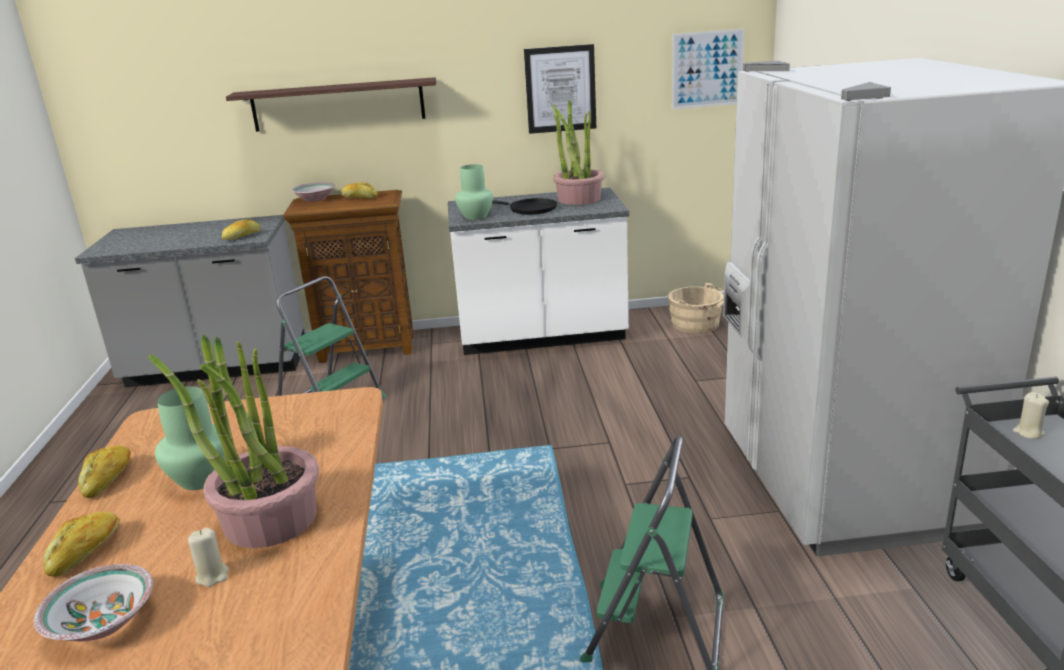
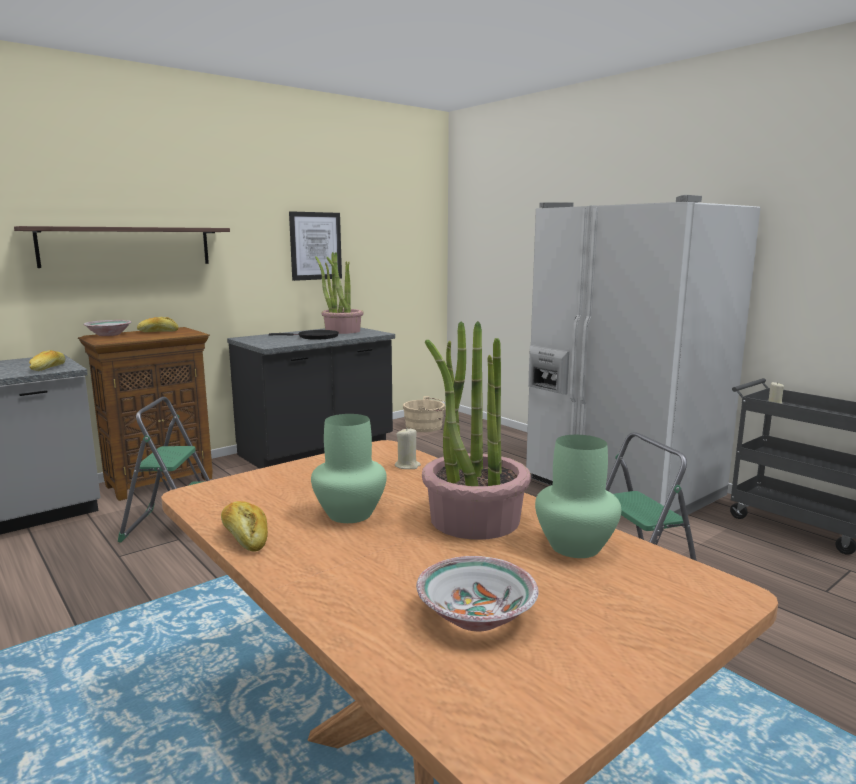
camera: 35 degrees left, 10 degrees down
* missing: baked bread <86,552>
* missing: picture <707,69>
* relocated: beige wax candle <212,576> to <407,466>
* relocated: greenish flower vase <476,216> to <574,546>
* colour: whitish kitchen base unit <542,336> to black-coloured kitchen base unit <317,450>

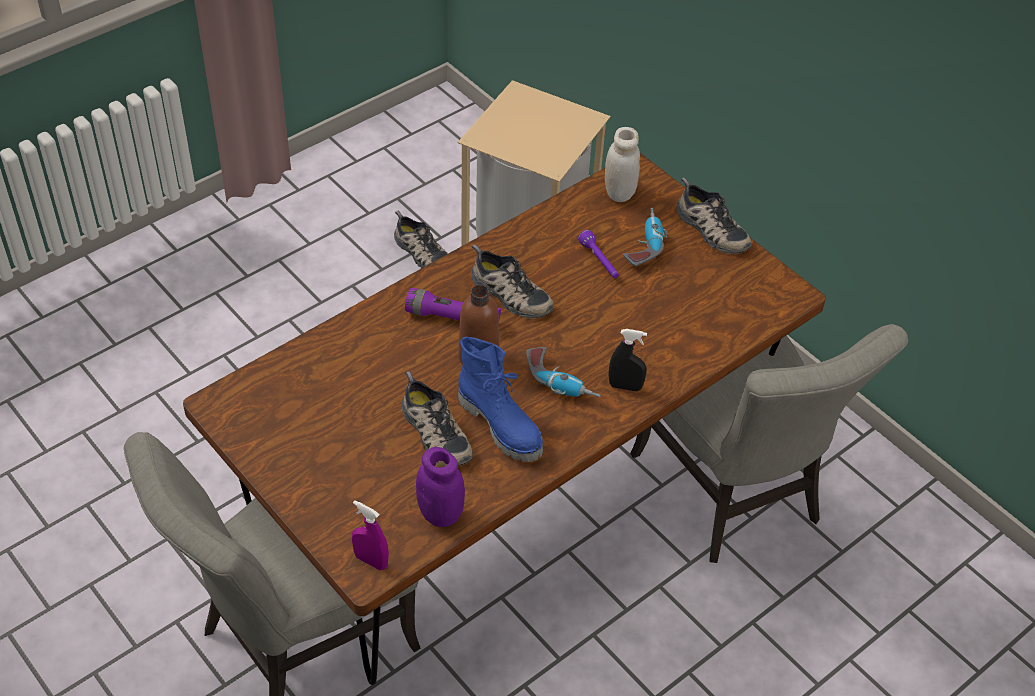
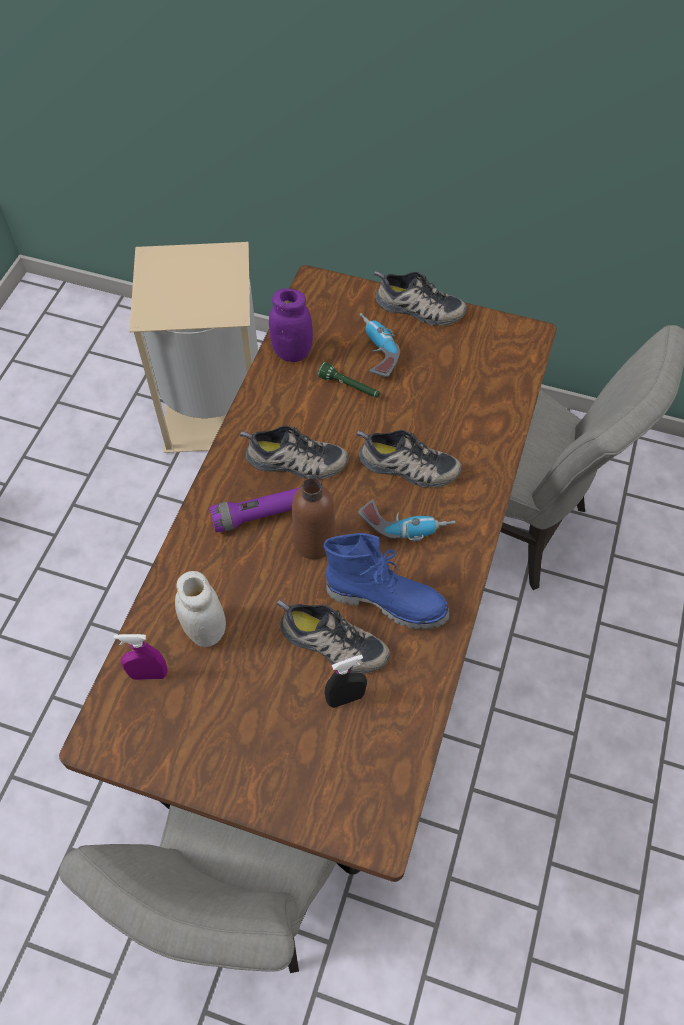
camera: 30 degrees left, 10 degrees up
* relocated: purple sprayer <371,561> to <148,674>
* relocated: low shoe <420,253> to <407,468>
* relocated: purple storage jar <440,514> to <292,352>
* relocated: whitish storage jar <619,193> to <205,630>
* relocated: black-coloured sprayer <625,386> to <345,698>
* colour: purple torch <599,261> to greenish torch <349,387>

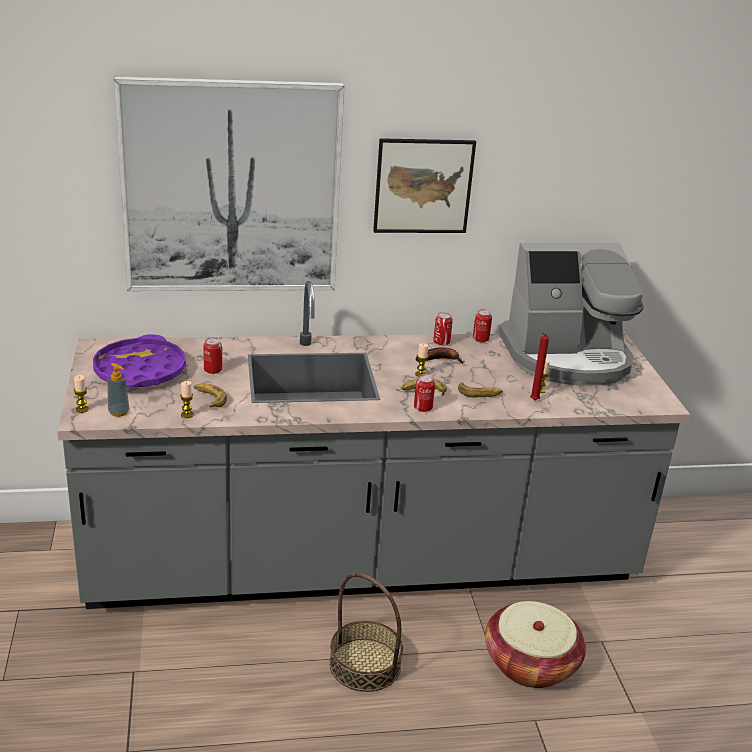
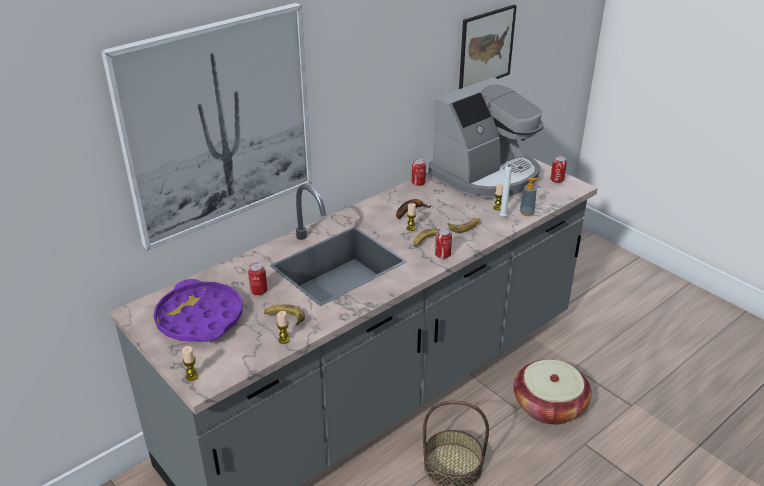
camera: 30 degrees left, 5 degrees up
* relocated: soap dispenser <119,412> to <527,213>
* relocated: picture <423,186> to <486,48>
* relocated: can <441,342> to <557,180>
* colour: red wax candle <533,401> to whitish wax candle <503,218>

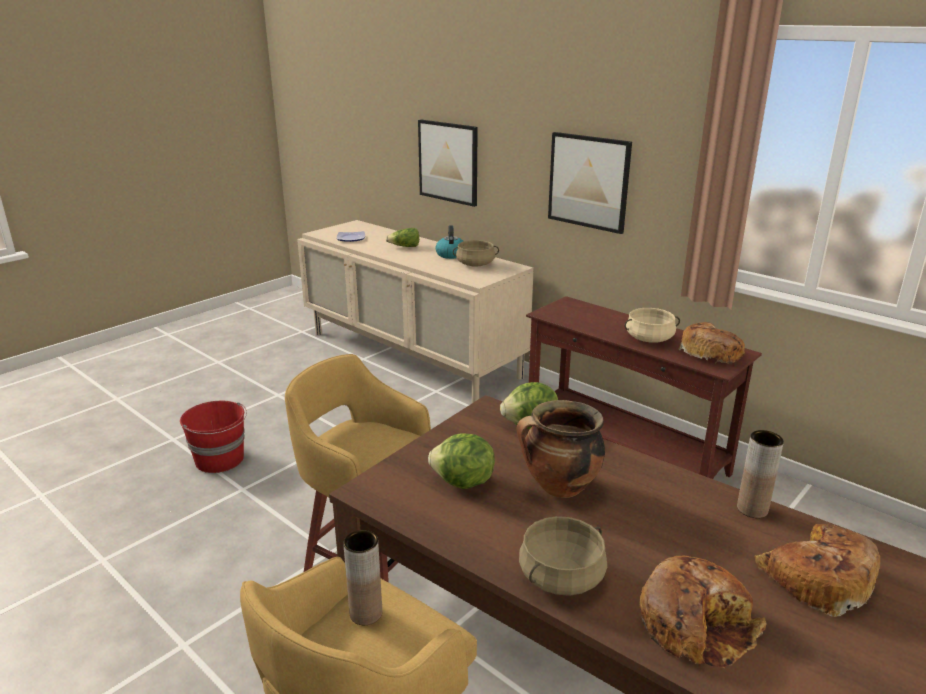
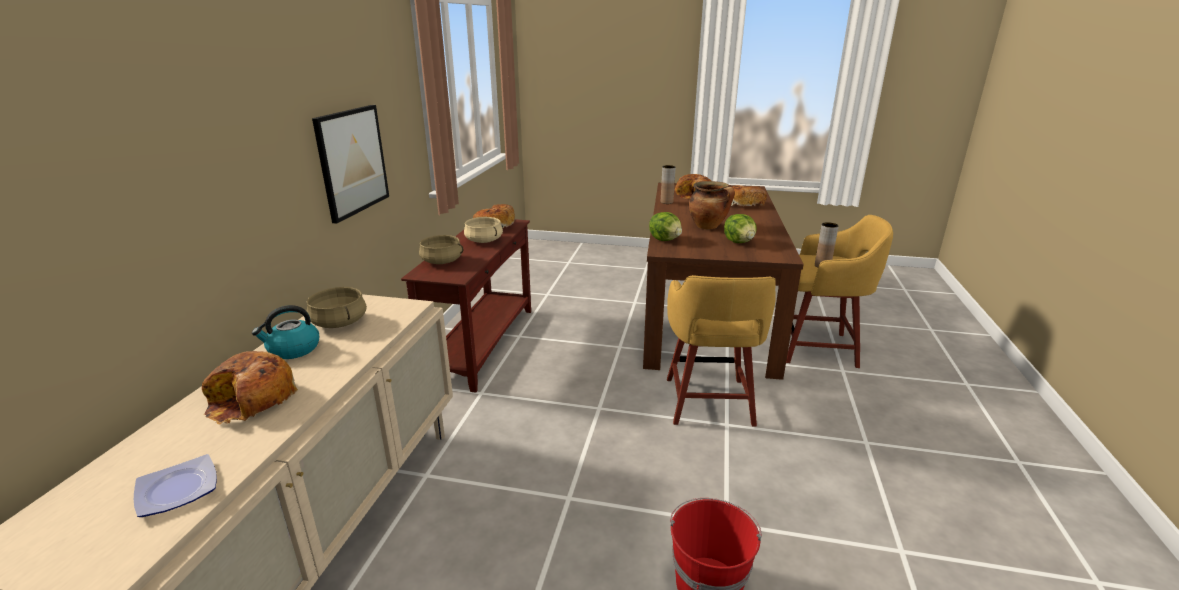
camera: 120 degrees left, 0 degrees up
* missing: picture <448,162>
* relocated: beige saucepot <561,577> to <442,261>
* exchanged: head of lettuce <404,247> to baked bread <251,400>

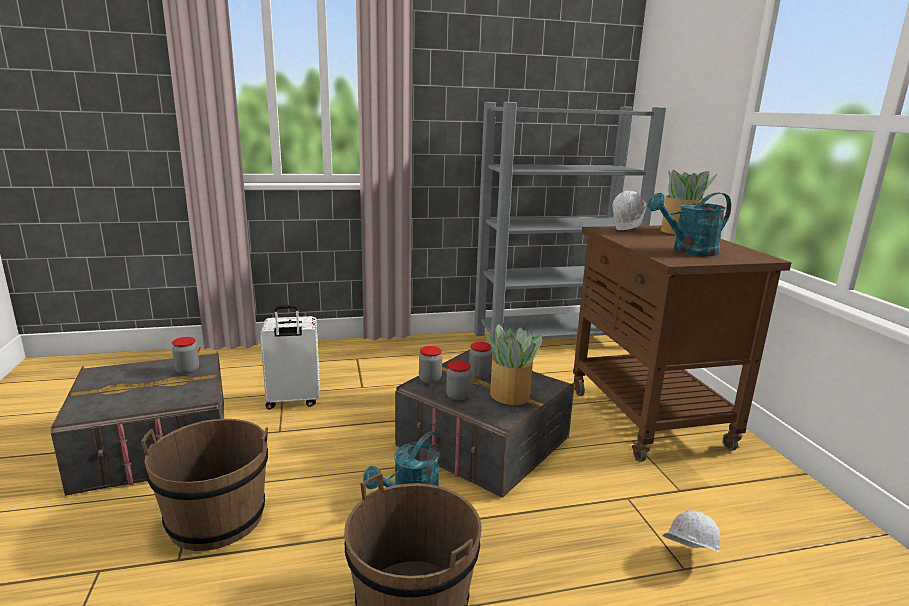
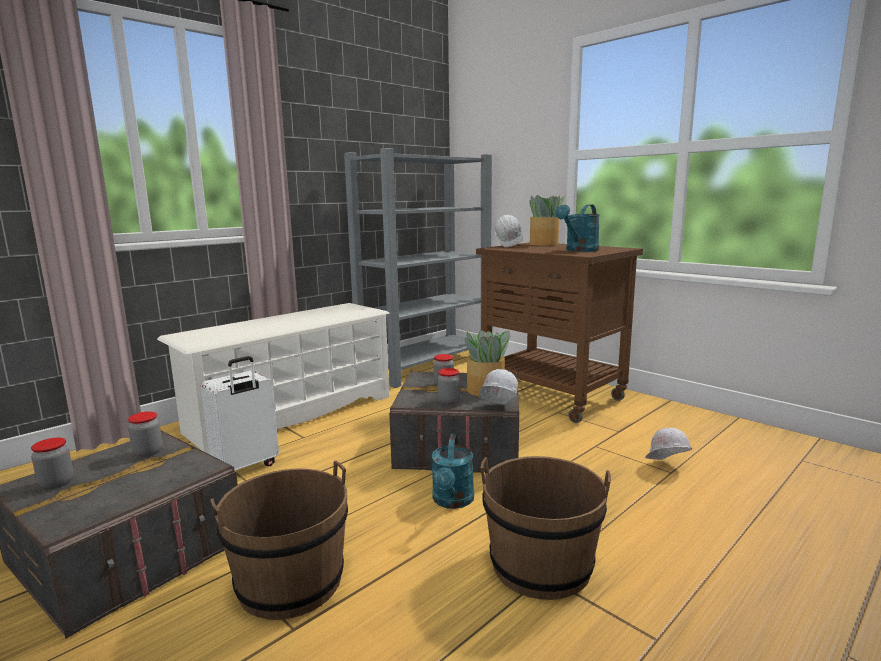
camera: 30 degrees left, 5 degrees down
* appeared: whitish shoe stand <291,414>
* appeared: whitish hard hat <497,409>
* relocated: storage jar <430,380> to <56,483>

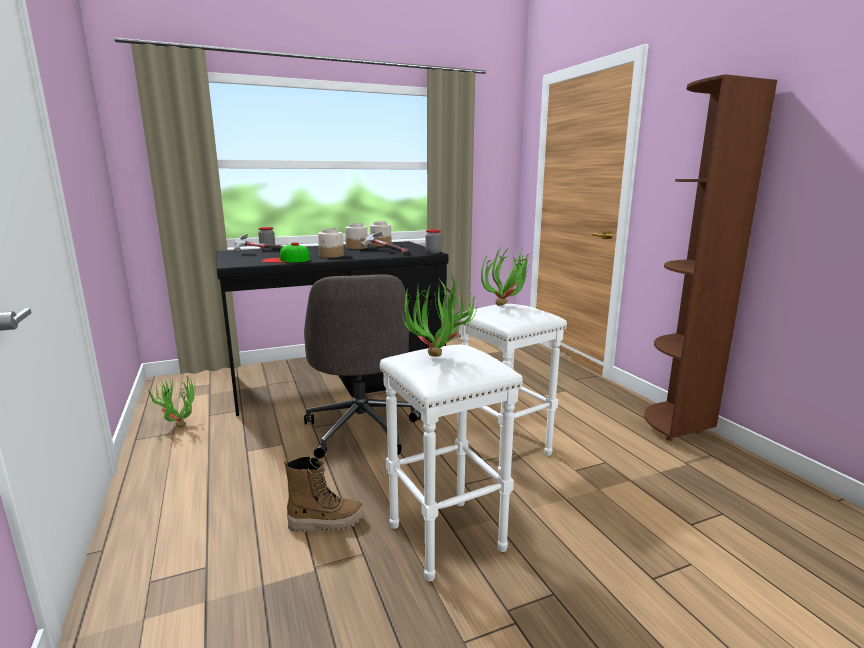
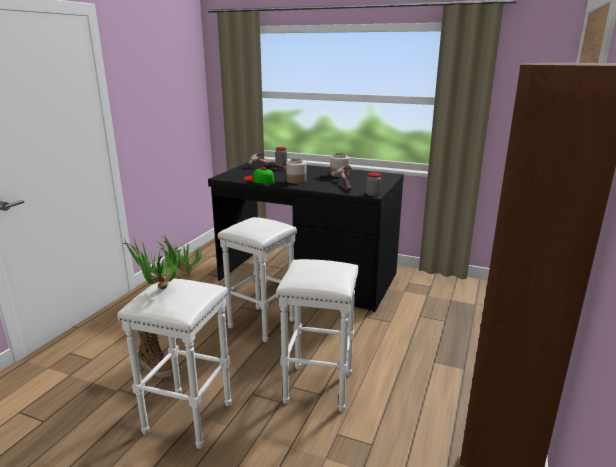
camera: 45 degrees right, 5 degrees up
* missing: storage jar <381,245>
* missing: potted plant <507,306>
* exchanged: gray computer chair <362,431> to whitish sitting stool <260,323>

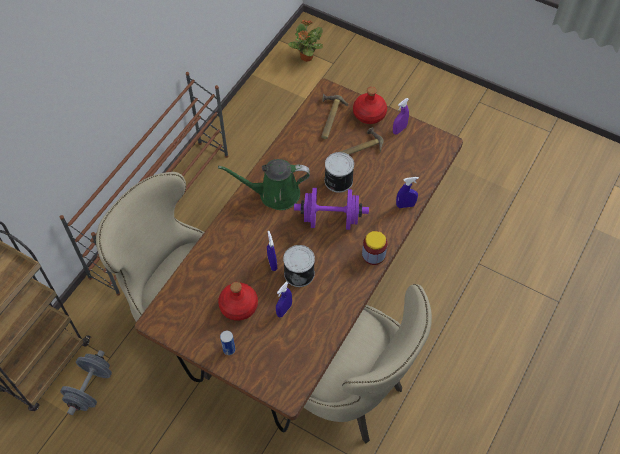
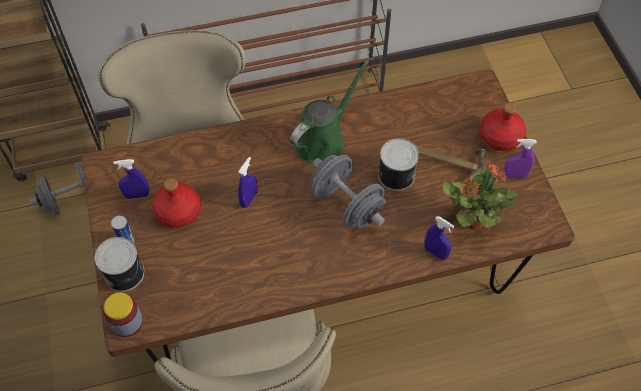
camera: 45 degrees right, 0 degrees up
* missing: tool hammer <329,118>
* relocated: blue sprayer <284,310> to <137,195>
* relocated: can <299,272> to <125,273>
* relocated: potted plant <306,57> to <471,220>
* relocated: storage jar <373,254> to <126,322>
* colour: purple hand weight <331,219> to gray hand weight <347,204>
* spun: greenish sprinkling can <275,194> = <323,140> 90 degrees clockwise

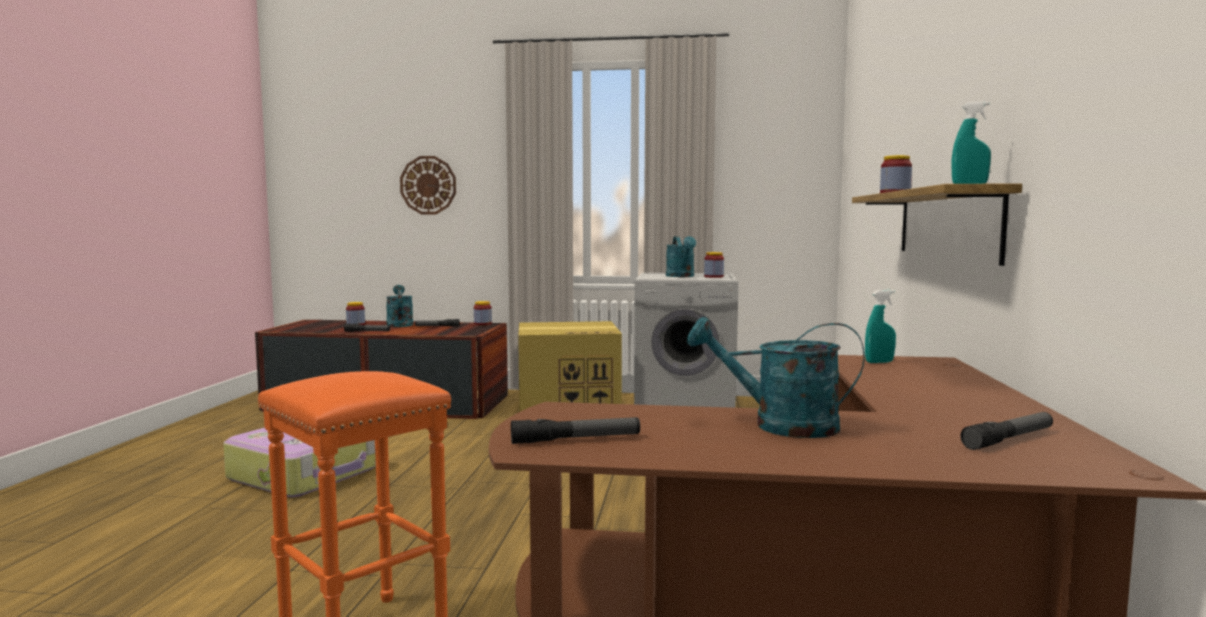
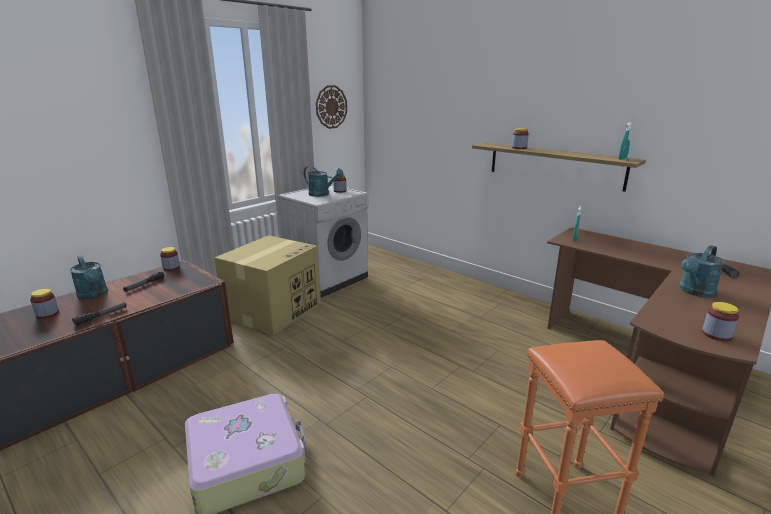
camera: 55 degrees left, 15 degrees up
* relocated: clock on the wall <428,185> to <331,107>
* exchanged: torch <576,439> to storage jar <716,334>
* spun: turquoise-coloured sprinkling can <399,324> = <94,295> 150 degrees counterclockwise

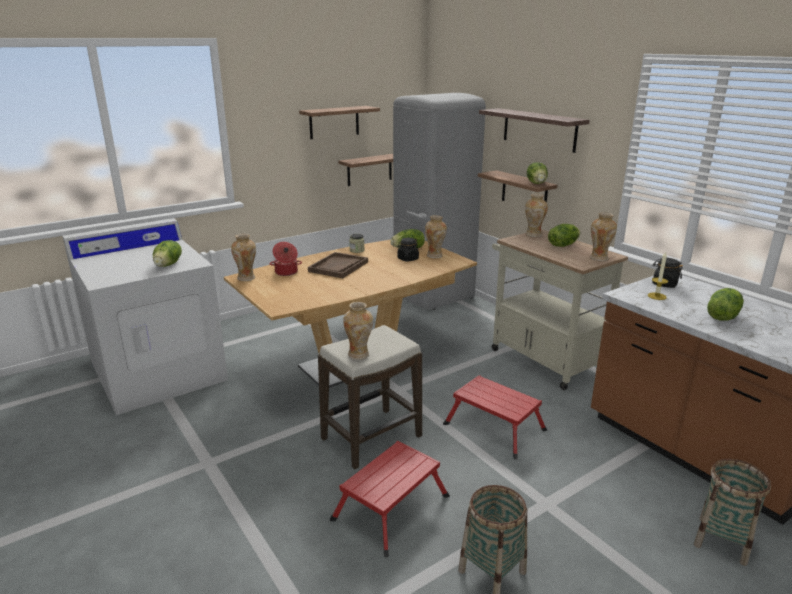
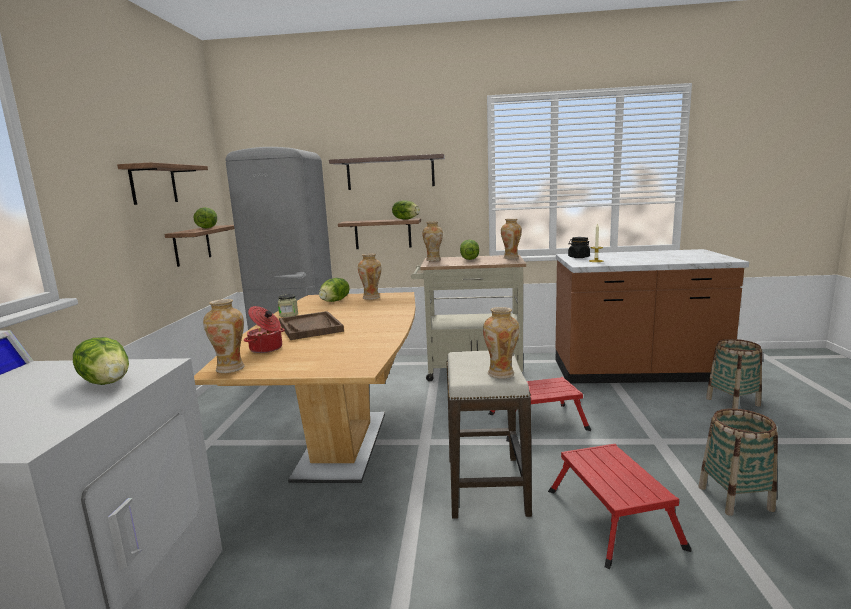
camera: 50 degrees left, 10 degrees down
* missing: black-coloured storage jar <407,259>
* relocated: head of lettuce <722,316> to <207,228>

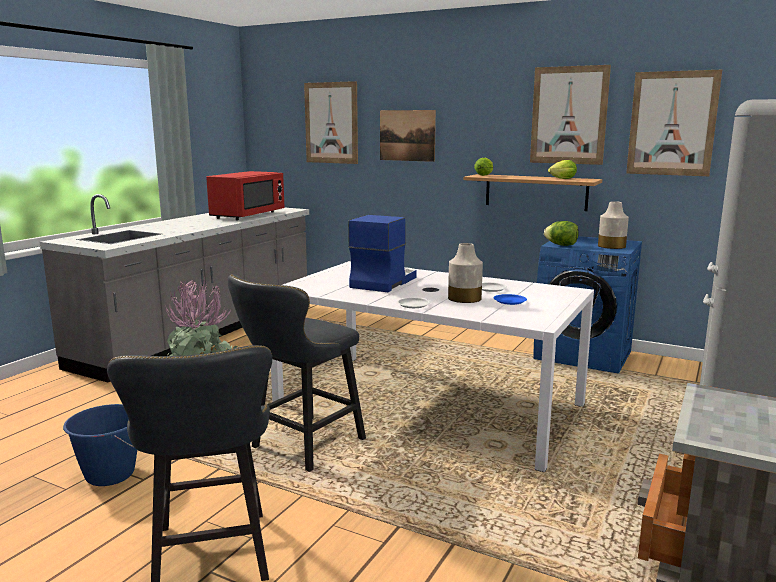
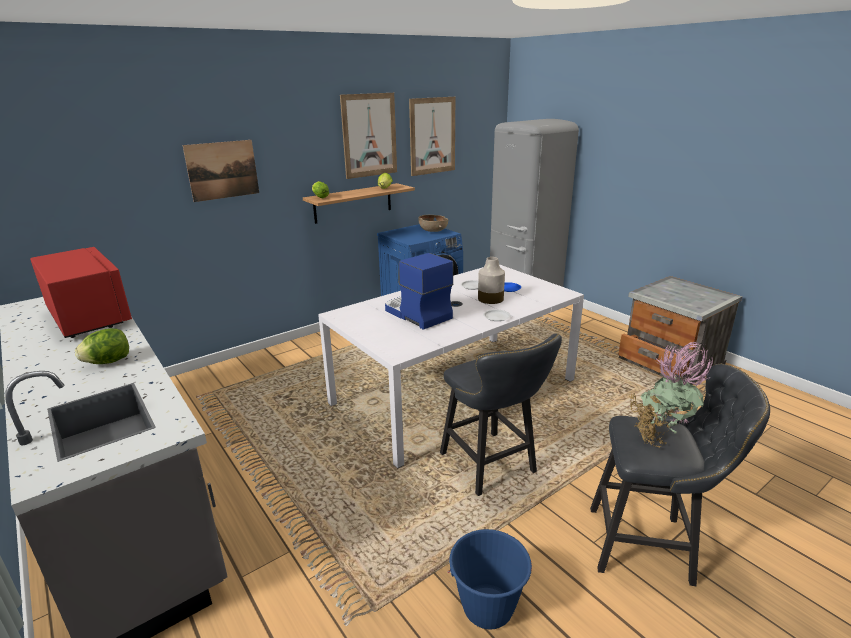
camera: 65 degrees left, 10 degrees up
* missing: picture <331,123>
* relocated: head of lettuce <561,245> to <108,362>
* exchanged: beige flower vase <611,246> to brownish serving bowl <433,231>

